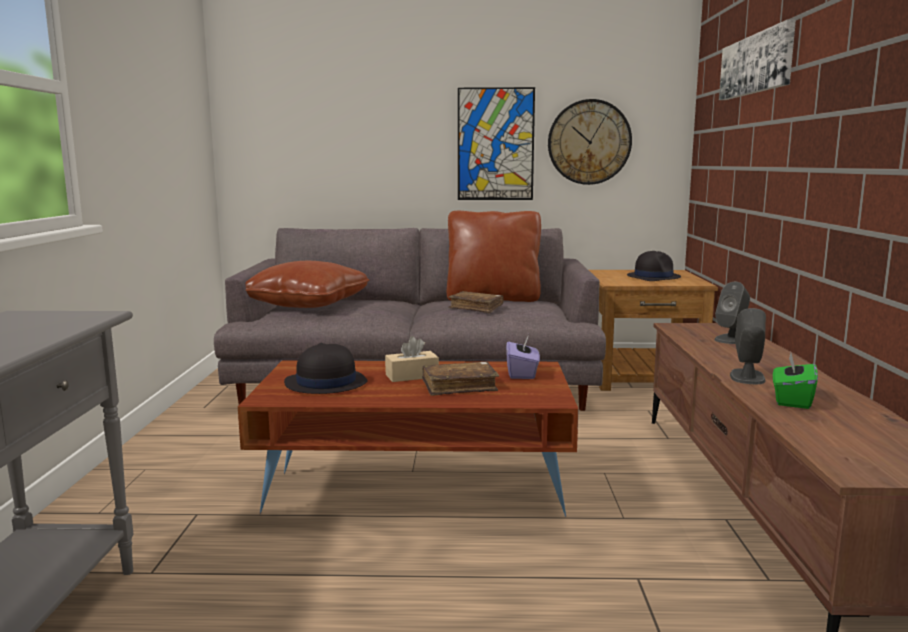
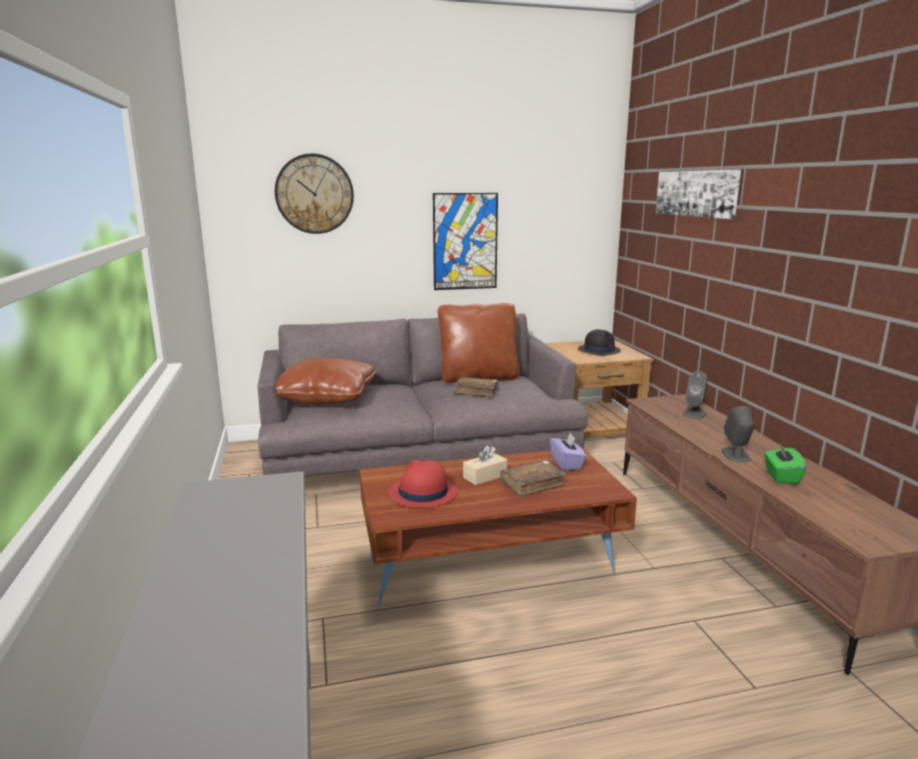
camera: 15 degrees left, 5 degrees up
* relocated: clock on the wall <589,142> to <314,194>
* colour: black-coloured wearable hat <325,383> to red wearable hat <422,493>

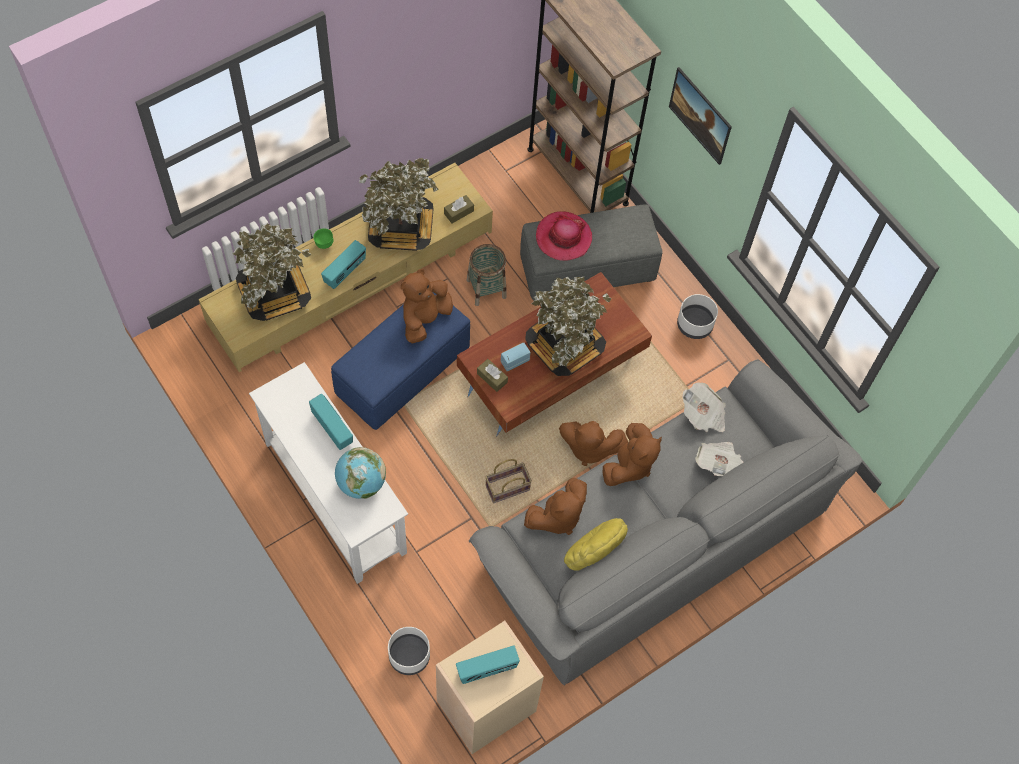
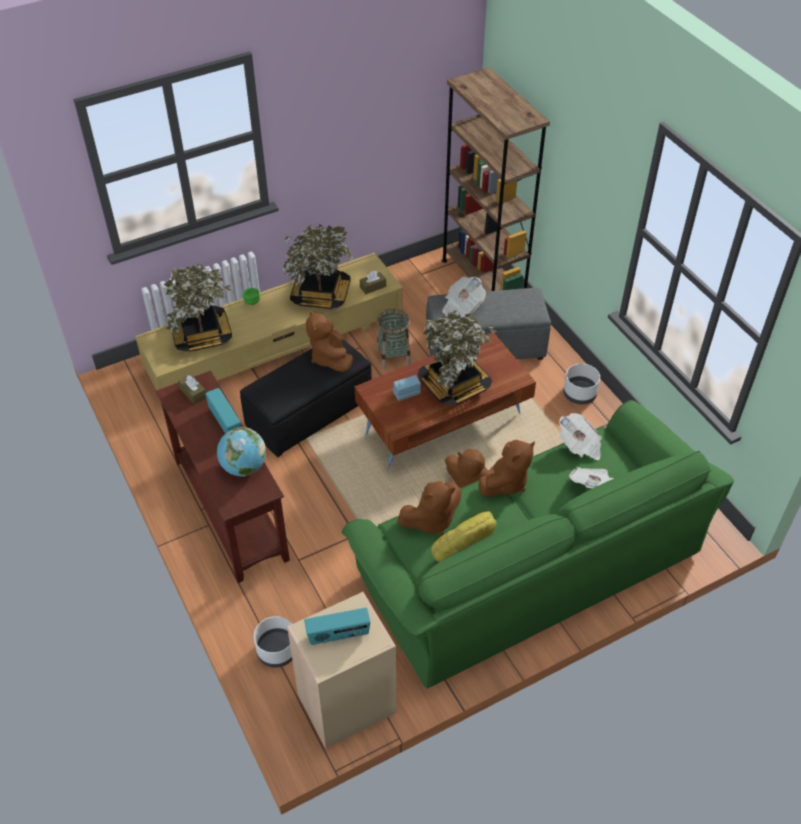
camera: 10 degrees right, 15 degrees down
* missing: radio receiver <345,272>
* missing: basket <507,489>
* missing: picture <697,125>
* relocated: brownish box of tissues <492,378> to <193,393>
* exchanged: wearable hat <563,237> to printed paper <462,306>
* colour: whitish narrow table <334,498> to brownish narrow table <230,509>
* colour: blue pouffe <403,371> to black-coloured pouffe <310,414>
* colour: gray couch <652,538> to greenish couch <527,564>
* spun: brownish cuddly toy <424,318> = <330,358> 60 degrees counterclockwise

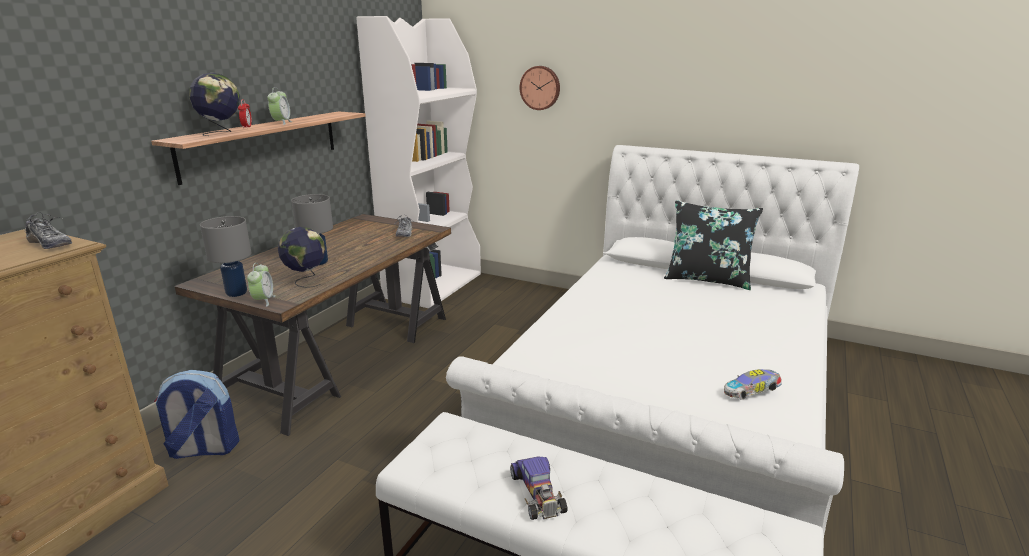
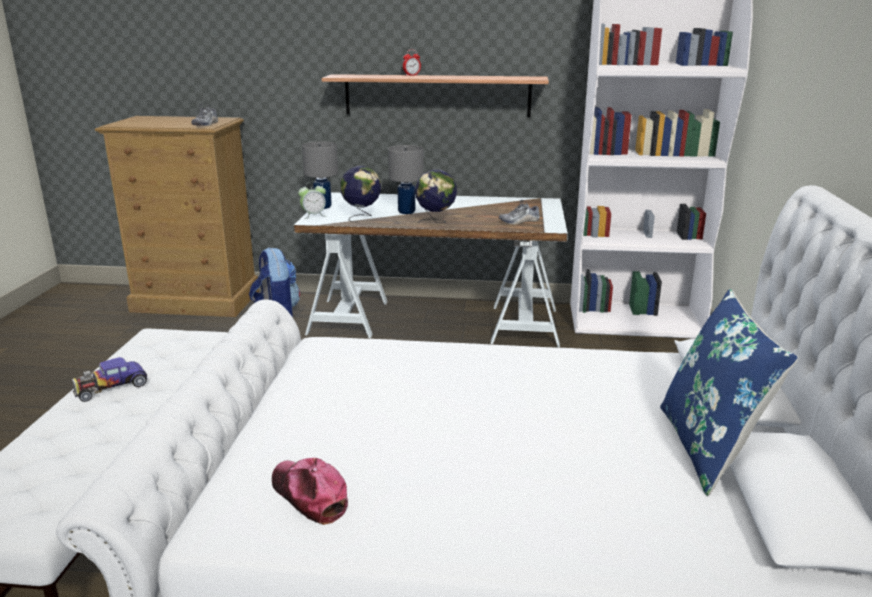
camera: 70 degrees right, 0 degrees up
* missing: table clock <281,123>
* missing: clock on the wall <540,88>
* relocated: world globe <221,133> to <436,222>
* exchanged: toy car <751,392> to cap <309,495>
* colour: brownish desk unit <343,357> to whitish desk unit <435,320>
* colour: black-coloured throw pillow <707,279> to blue throw pillow <709,448>

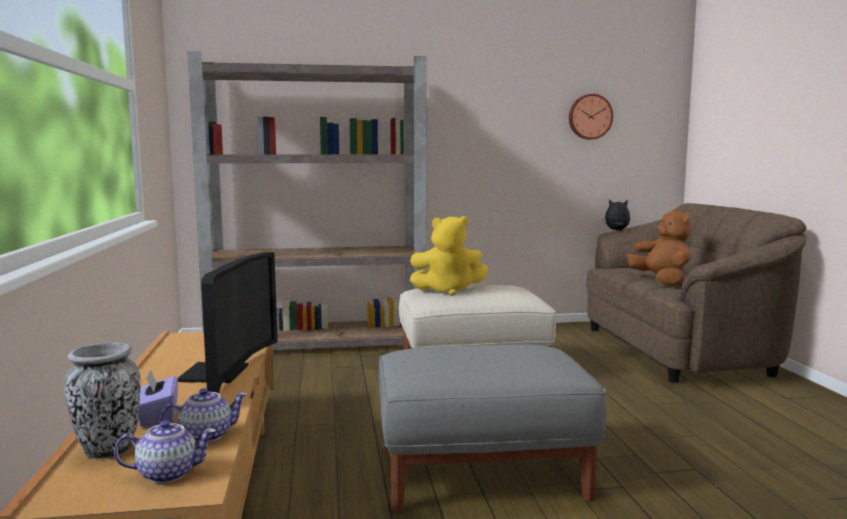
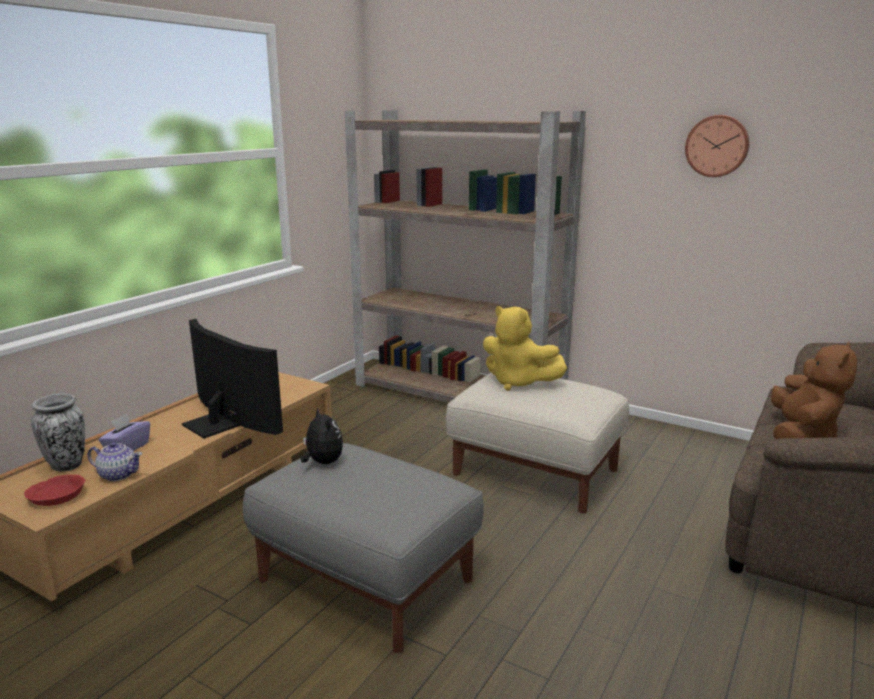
camera: 40 degrees right, 10 degrees up
* relocated: clock on the wall <589,117> to <717,146>
* relocated: cuddly toy <616,230> to <322,462>
* exchanged: tea pot <168,473> to red serving bowl <56,496>
* spun: TV <223,373> = <221,422> 90 degrees counterclockwise

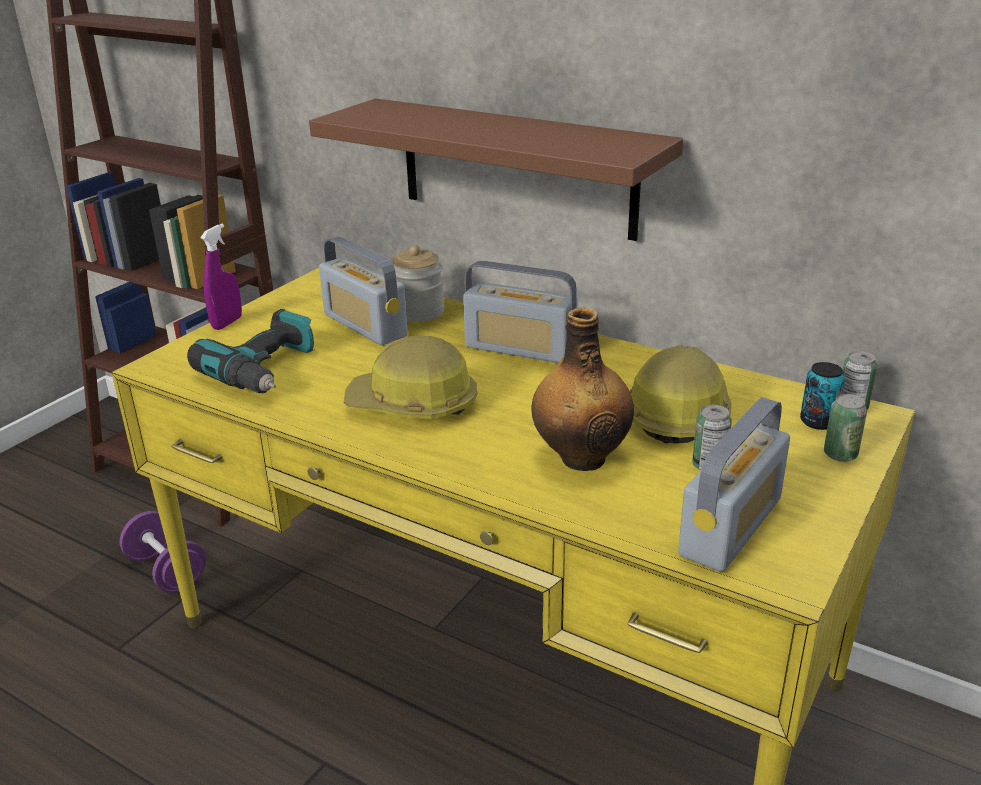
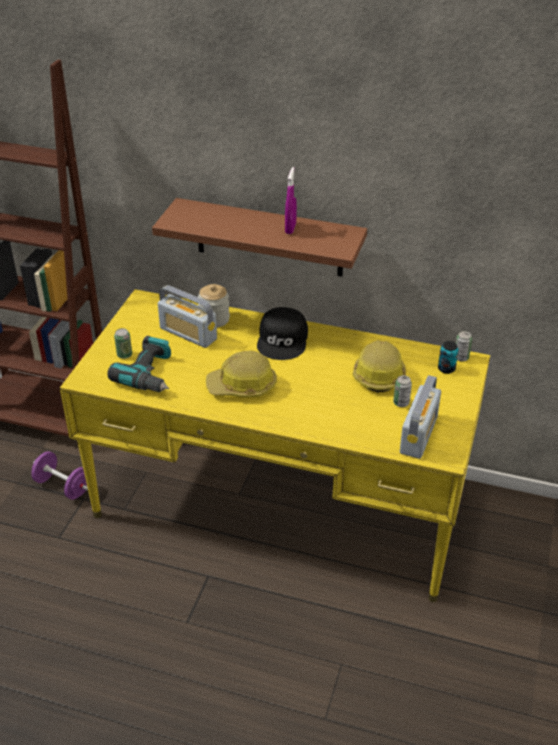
camera: 15 degrees left, 10 degrees up
* missing: drink bottle <581,457>
* relocated: purple sprayer <227,323> to <290,228>
* relocated: can <840,455> to <124,355>
* exchanged: radio receiver <520,349> to black-coloured cap <283,340>

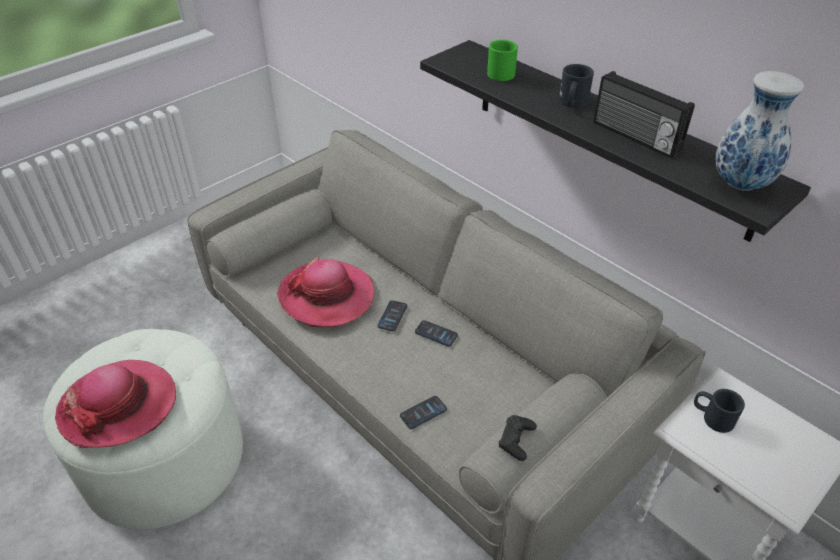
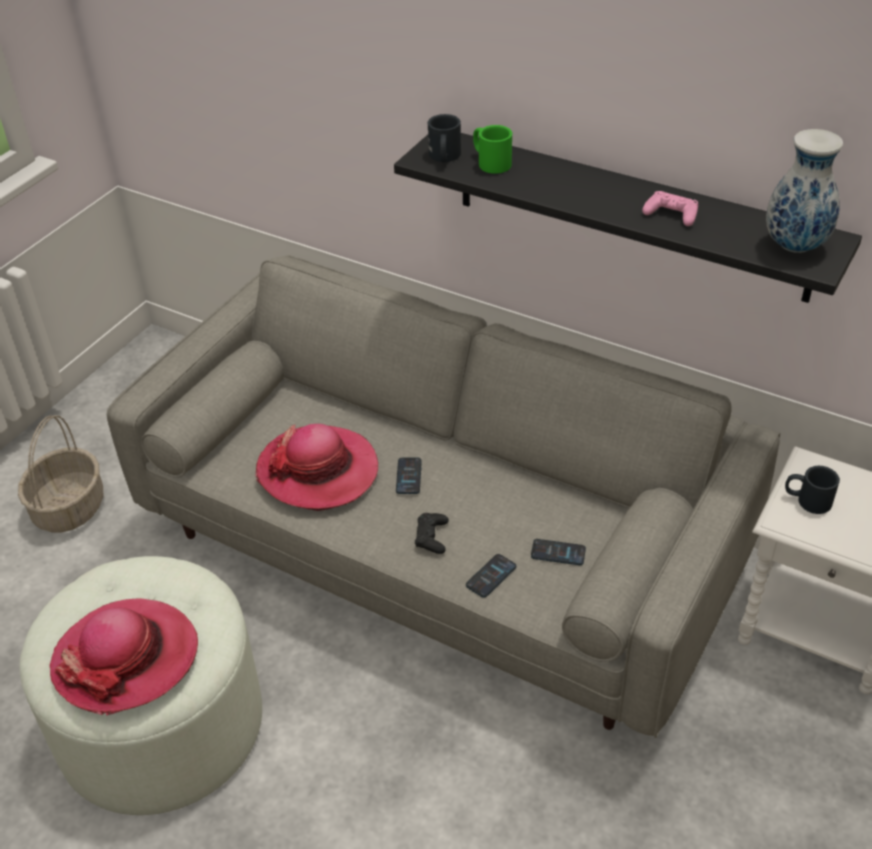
camera: 15 degrees left, 0 degrees up
* appeared: basket <69,507>
* relocated: phone <436,334> to <558,553>
* relocated: black-coloured joypad <516,440> to <431,537>
* relocated: black-coloured mug <572,103> to <444,157>
* exchanged: radio receiver <634,137> to pink-coloured joypad <671,214>

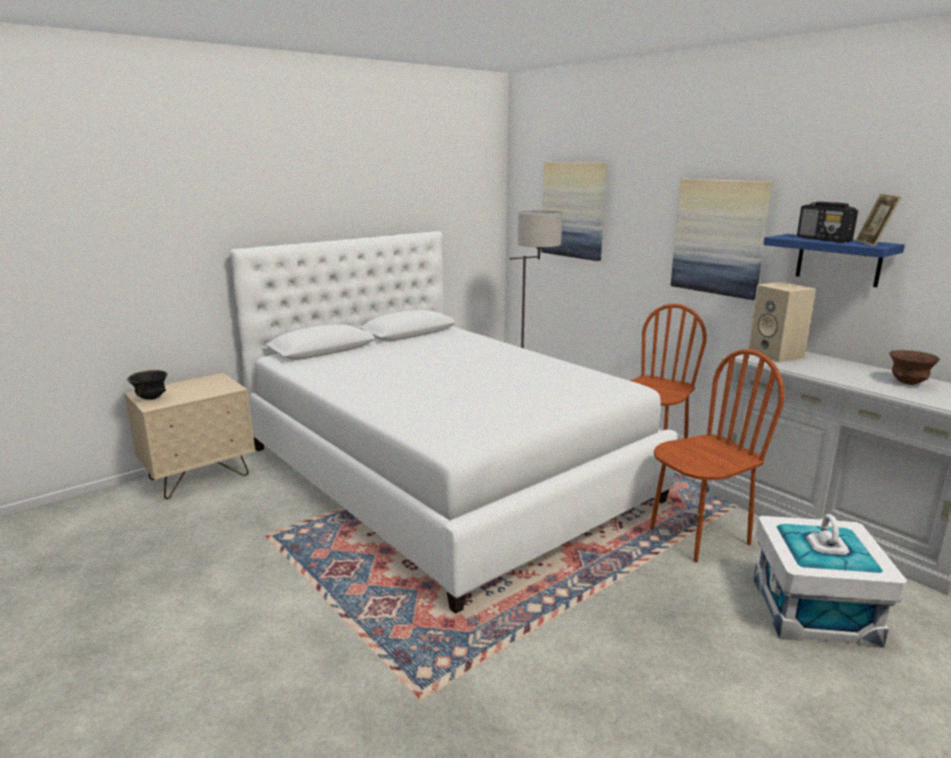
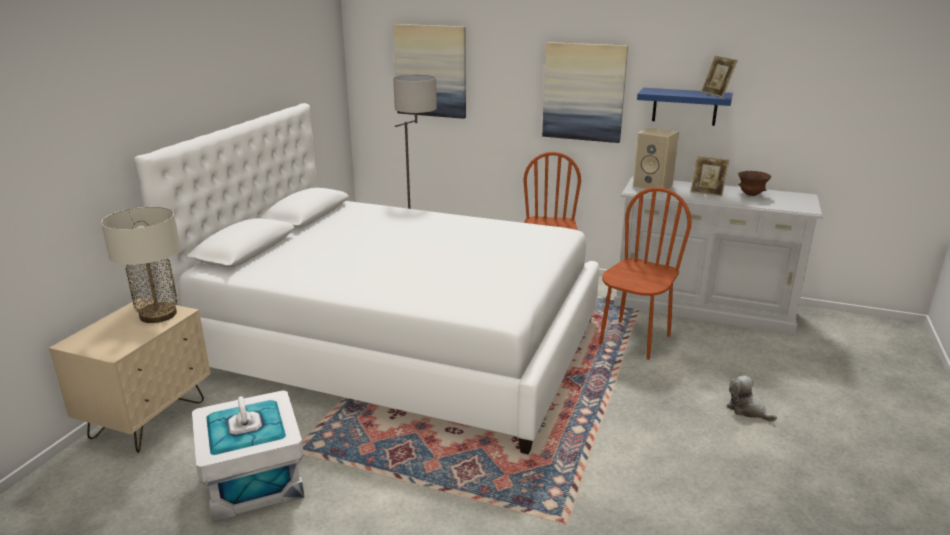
camera: 30 degrees left, 5 degrees up
* missing: black-coloured serving bowl <151,399>
* missing: radio receiver <824,239>
* appeared: table lamp <158,315>
* appeared: picture frame <707,193>
* appeared: cuddly toy <747,410>
* relocated: whitish storage box <814,611> to <255,481>

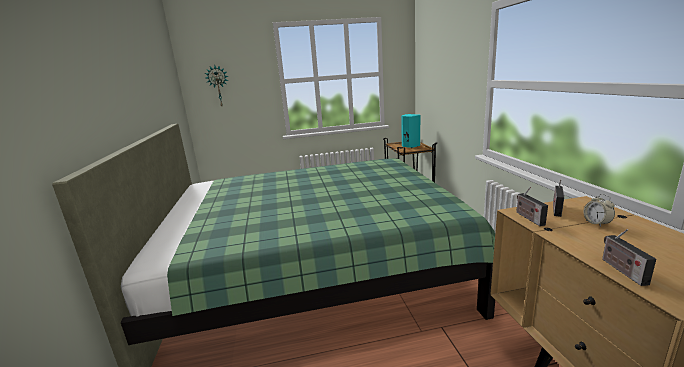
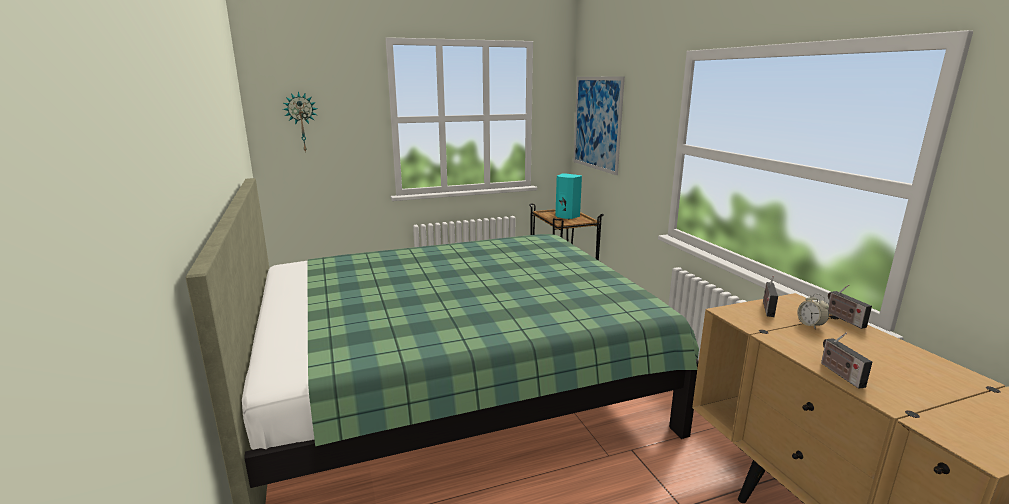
camera: 10 degrees left, 0 degrees up
* appeared: picture <597,123>
* relocated: radio receiver <528,218> to <843,319>

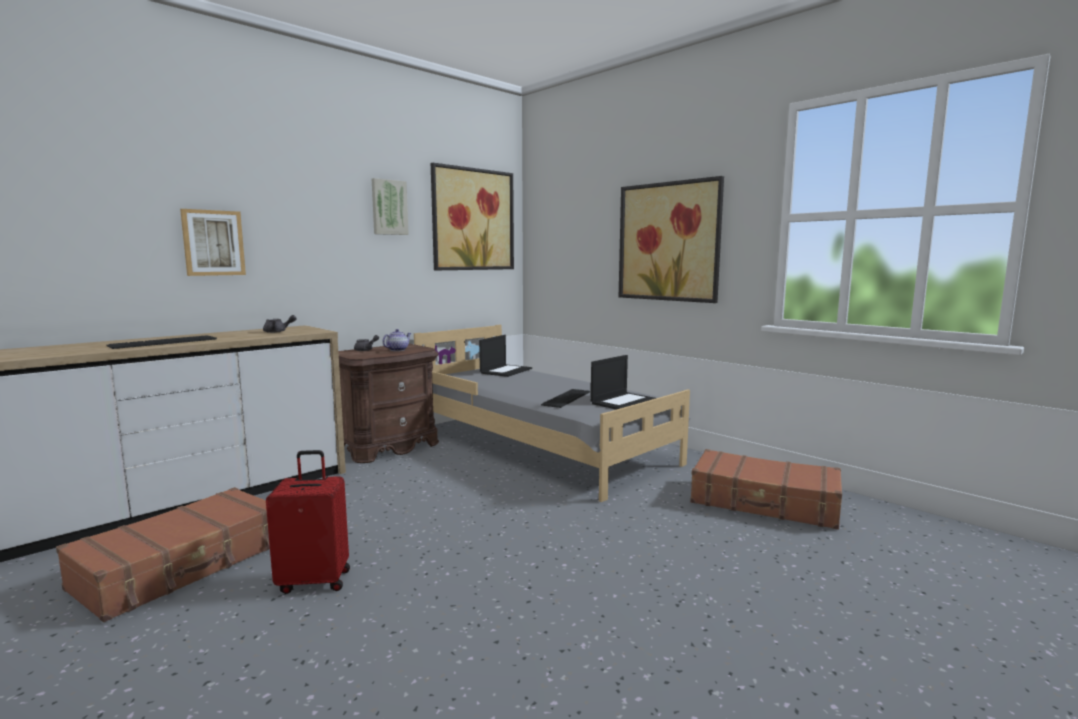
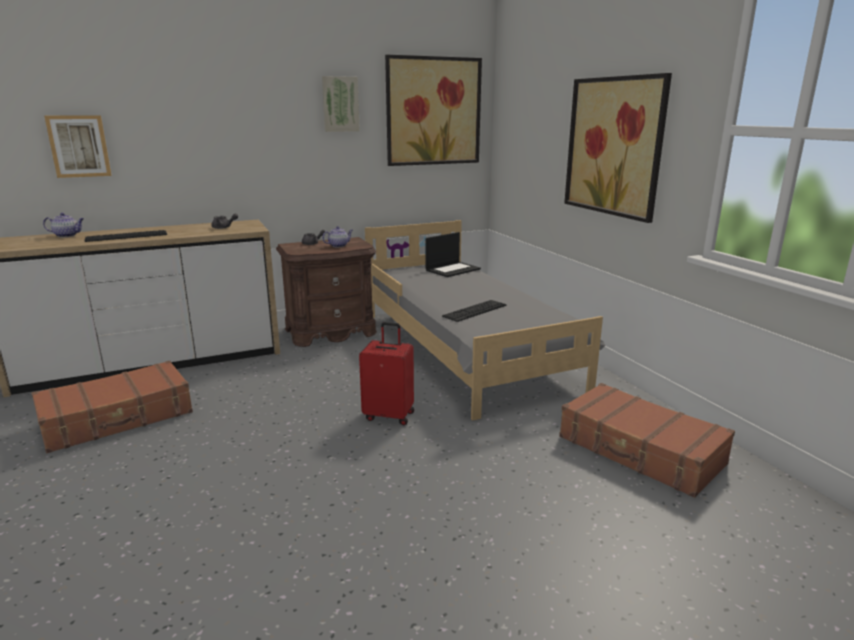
camera: 20 degrees right, 10 degrees up
* missing: laptop <624,402>
* appeared: tea pot <67,235>
* relocated: picture <213,243> to <79,146>
* relocated: red suitcase <315,580> to <389,415>

